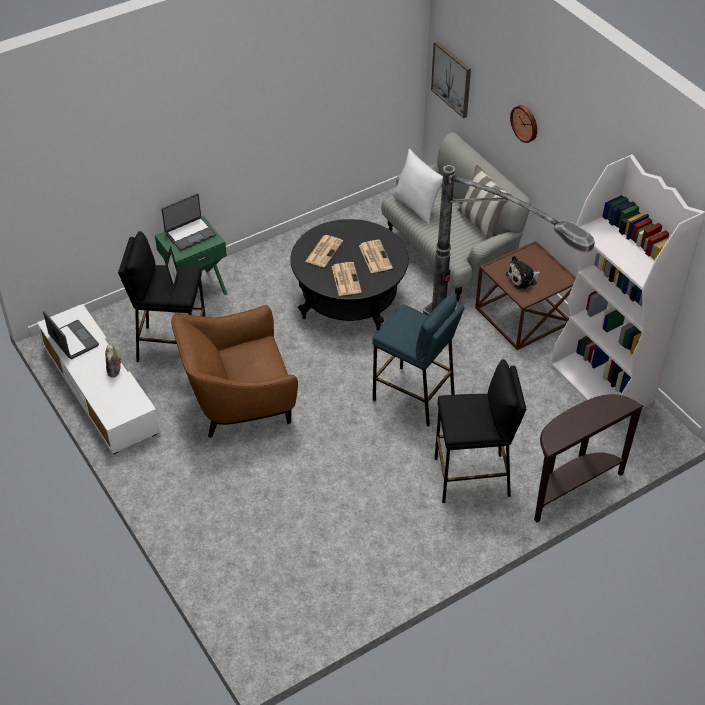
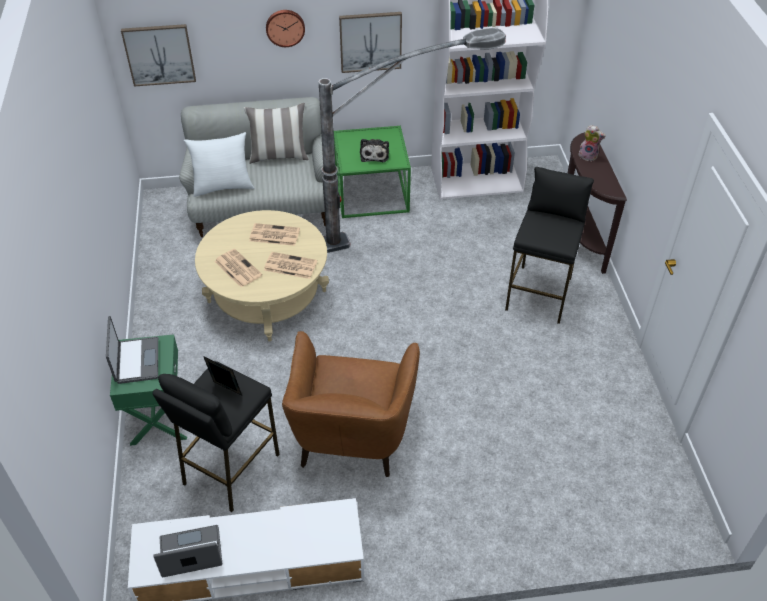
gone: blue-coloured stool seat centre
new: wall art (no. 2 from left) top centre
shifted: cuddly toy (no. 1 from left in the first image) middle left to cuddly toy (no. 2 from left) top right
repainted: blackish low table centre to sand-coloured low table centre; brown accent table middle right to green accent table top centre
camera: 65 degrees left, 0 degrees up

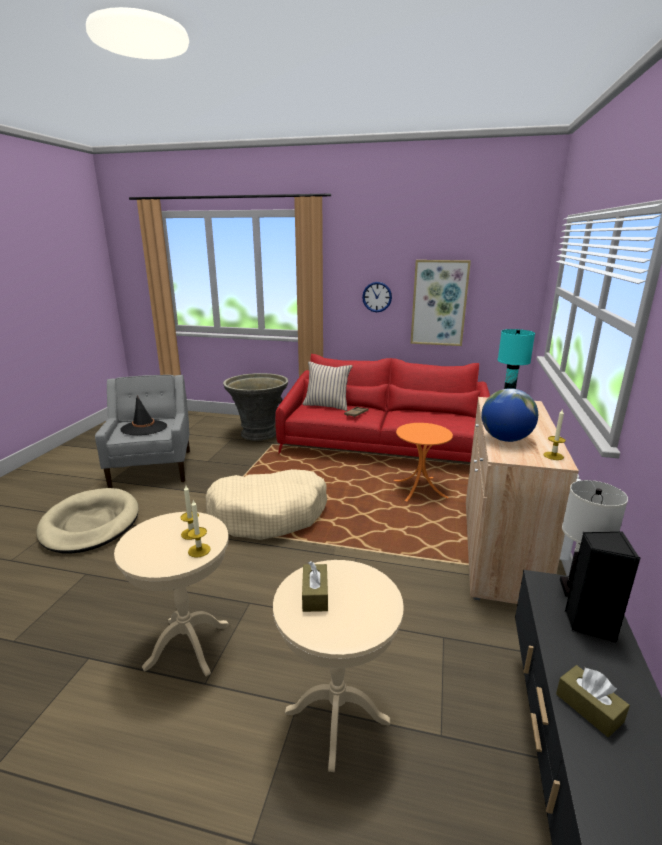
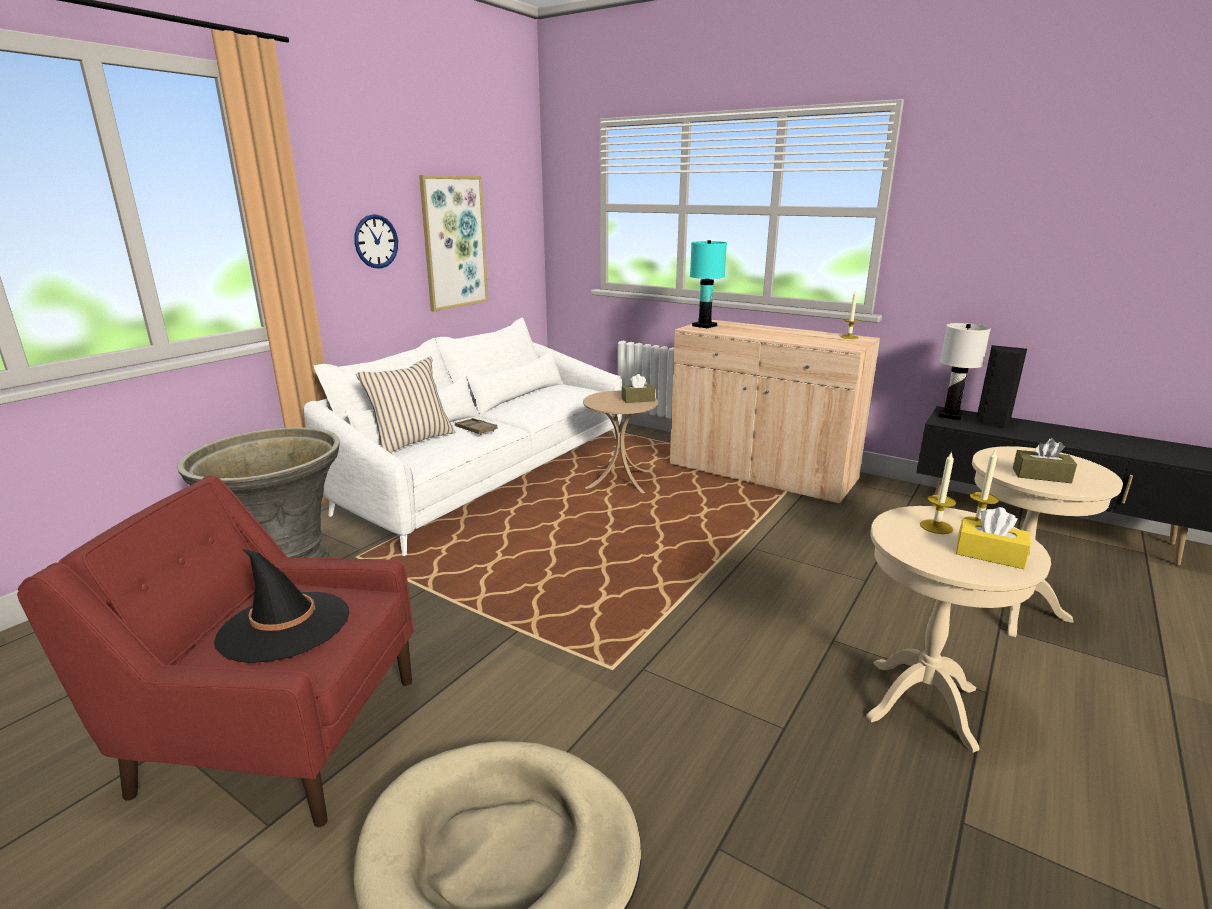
gone: sand-coloured pet bed (no. 2 from left) centre; desk globe middle right
new: yellow-coloured tissue holder middle right
shifted: brown tissue holder (no. 2 from left in the first image) bottom right to brown tissue holder (no. 1 from left) centre
repainted: greyish lounge chair middle left to reddish lounge chair bottom left; reddish settee centre to white settee centre; orange-coloured accent table centre to sand-coloured accent table (no. 1 from left) centre
camera: 70 degrees left, 0 degrees up

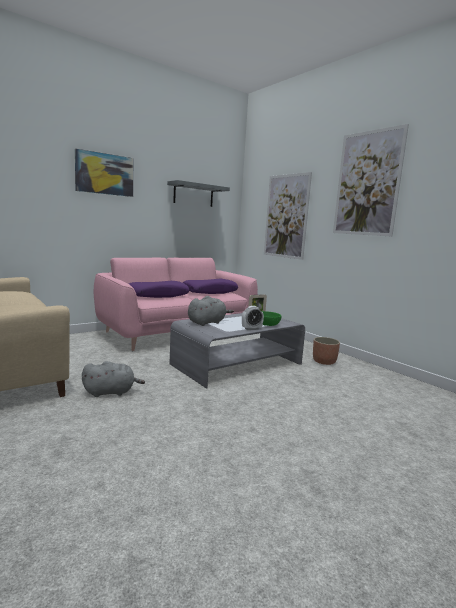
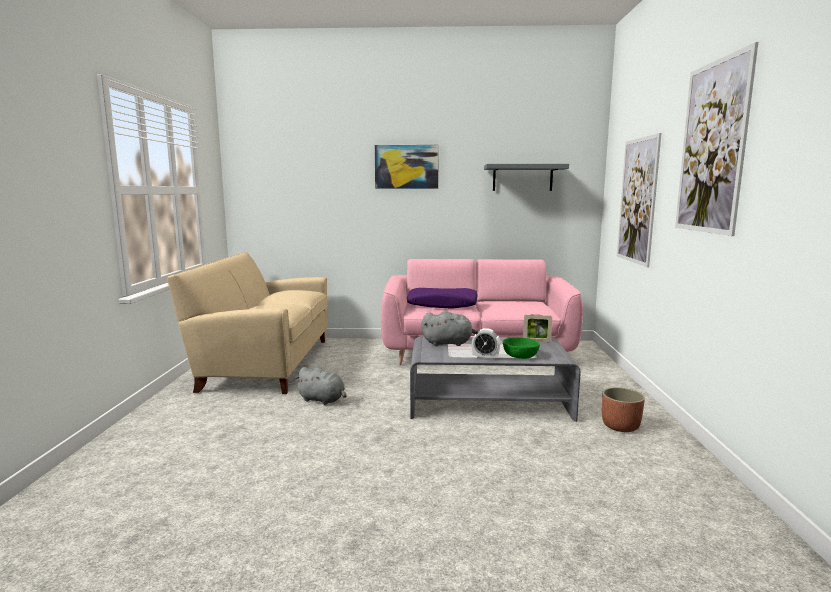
gone: purplish pillow (no. 2 from left) centre
camera: 40 degrees right, 0 degrees up

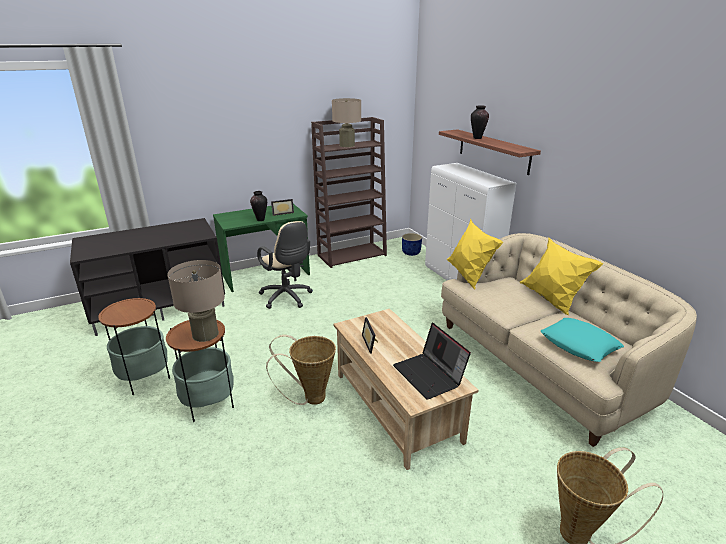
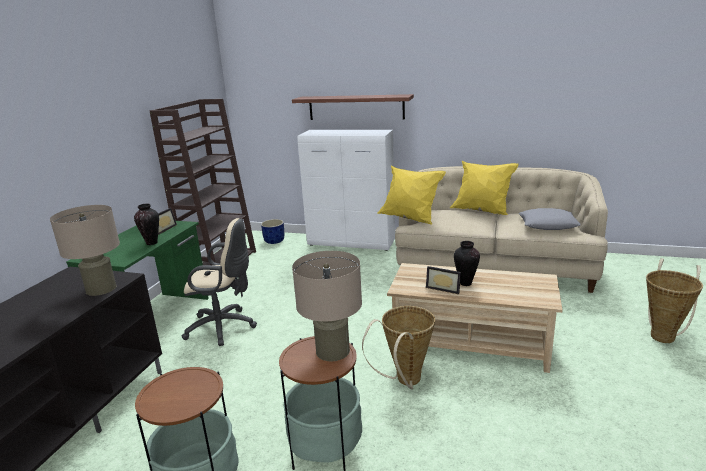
gone: laptop centre
shifted: sand-coloured table lamp (no. 2 from left in the first image) top centre to sand-coloured table lamp (no. 1 from left) middle left; flower vase (no. 2 from left) top centre to centre
repainted: turquoise pillow middle right to greyish pillow middle right
camera: 45 degrees left, 5 degrees down

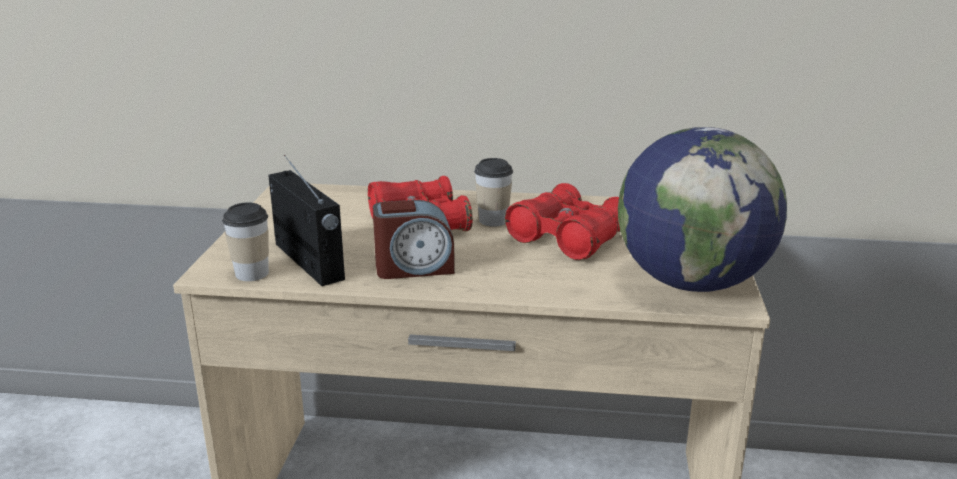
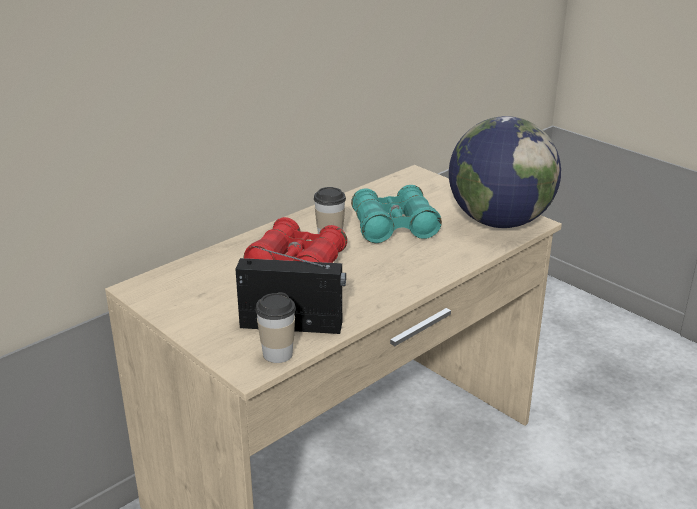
gone: table clock centre
repainted: reddish binoculars (no. 2 from left) centre to turquoise binoculars centre
camera: 50 degrees left, 5 degrees up

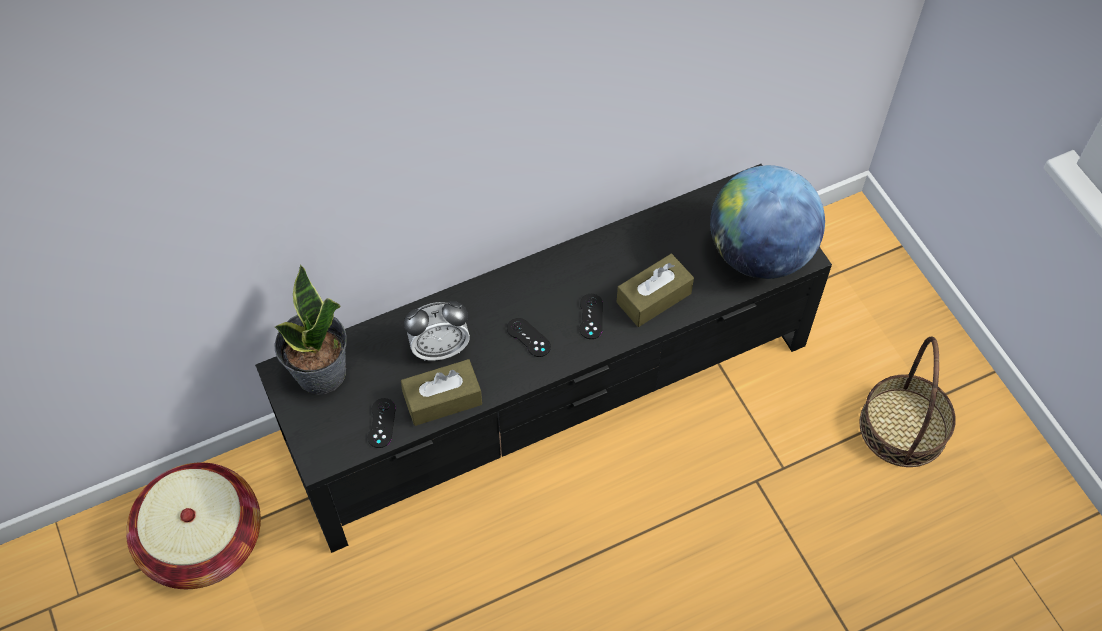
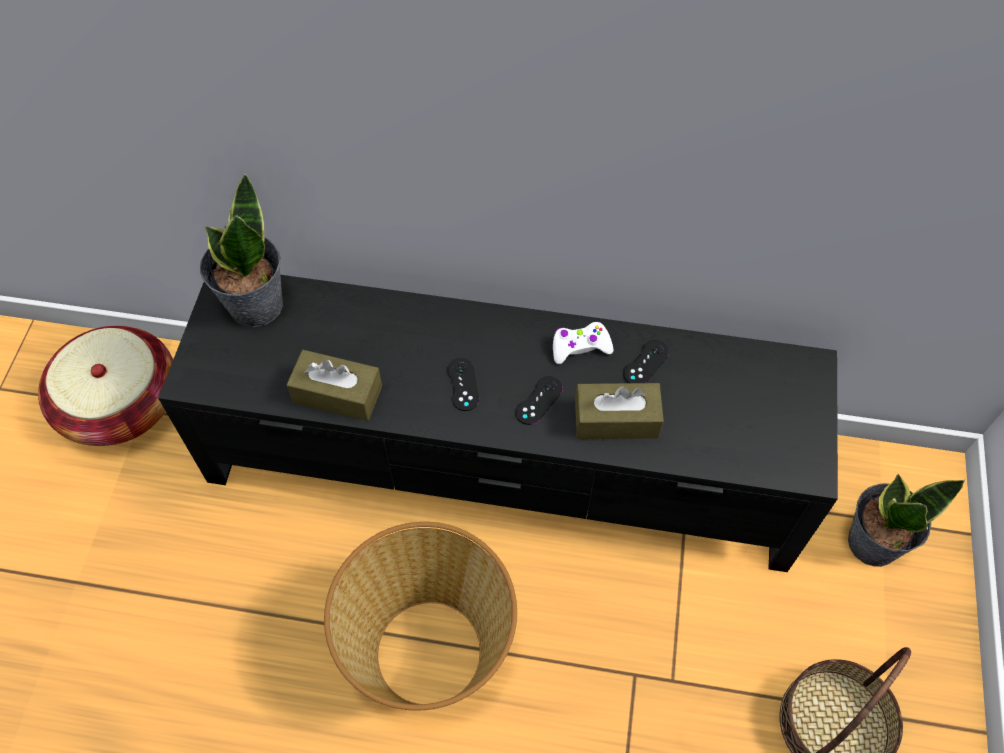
gone: table clock centre; desk globe middle right
new: basket (no. 2 from left) bottom centre; white joypad centre; houseplant (no. 2 from left) bottom right
shifted: blackish joypad (no. 1 from left in the first image) bottom centre to blackish joypad (no. 3 from left) centre
camera: 35 degrees right, 0 degrees up

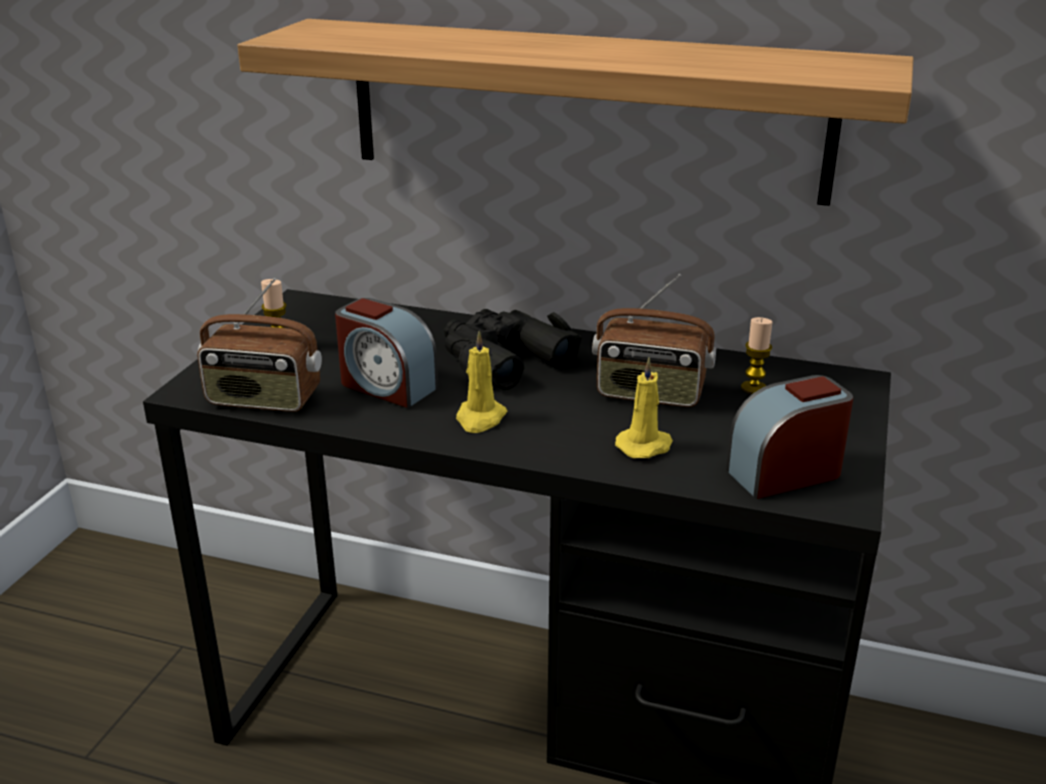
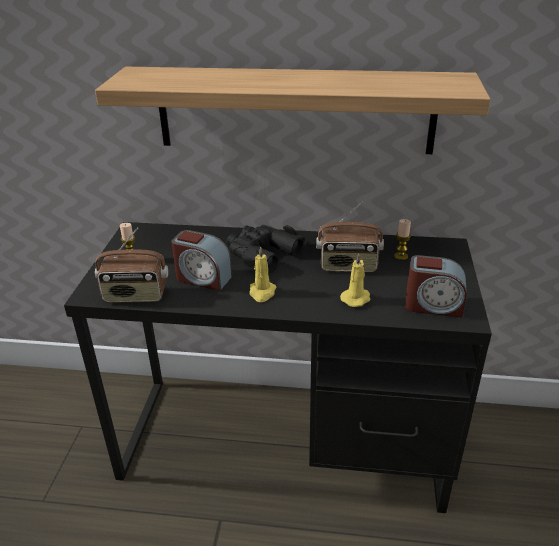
rotated: table clock (no. 2 from left) middle right = middle right 135 degrees counterclockwise
camera: 10 degrees left, 5 degrees up

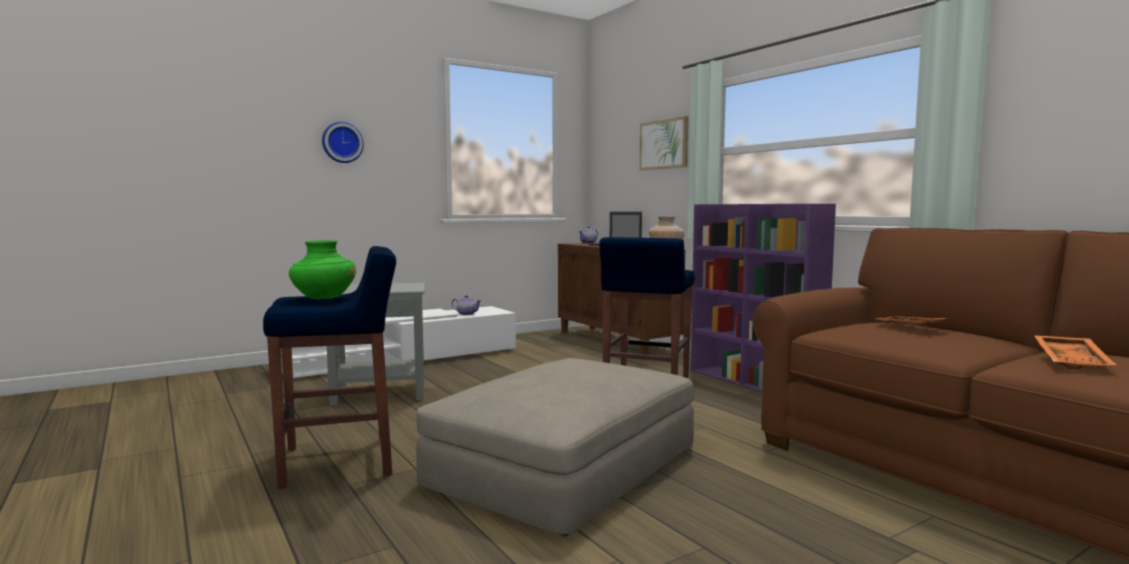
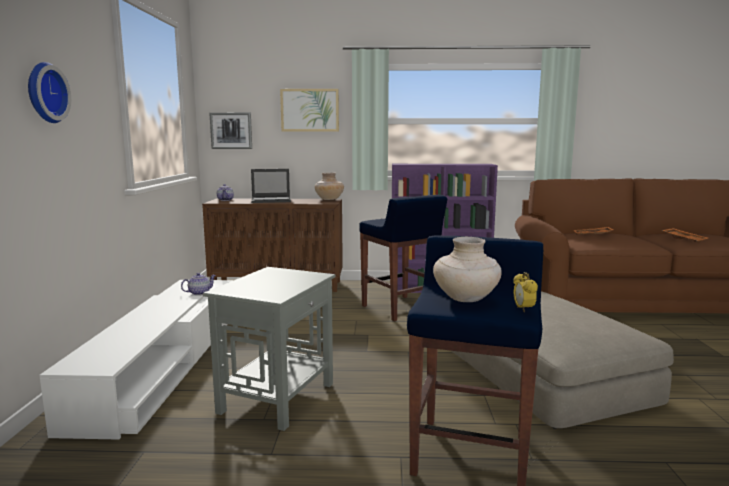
new: wall art (no. 1 from left) top left; table clock middle right
repainted: green flower vase middle left to sand-coloured flower vase (no. 2 from left) centre
camera: 55 degrees left, 5 degrees up

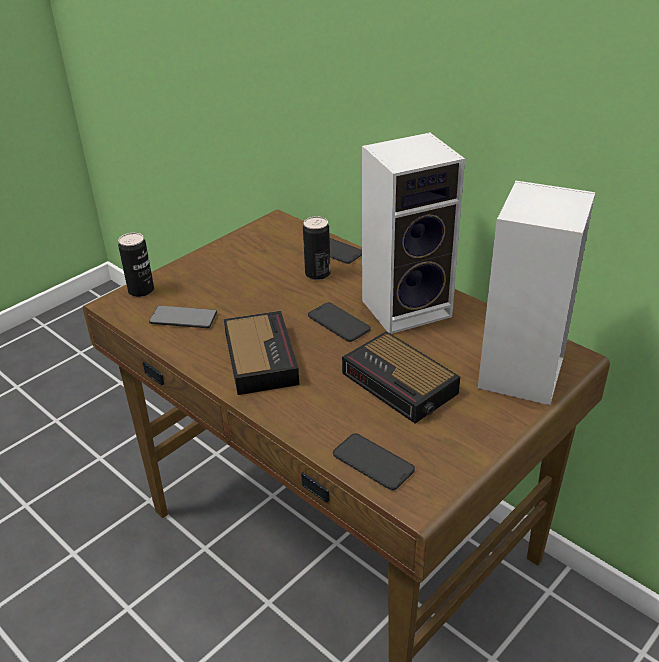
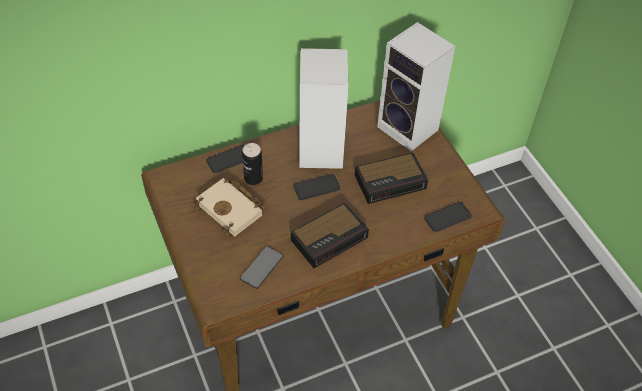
gone: metal can (no. 1 from left) middle left
new: sand-coloured volume centre
rotated: table clock (no. 1 from left) centre = centre 135 degrees clockwise
camera: 70 degrees left, 15 degrees up

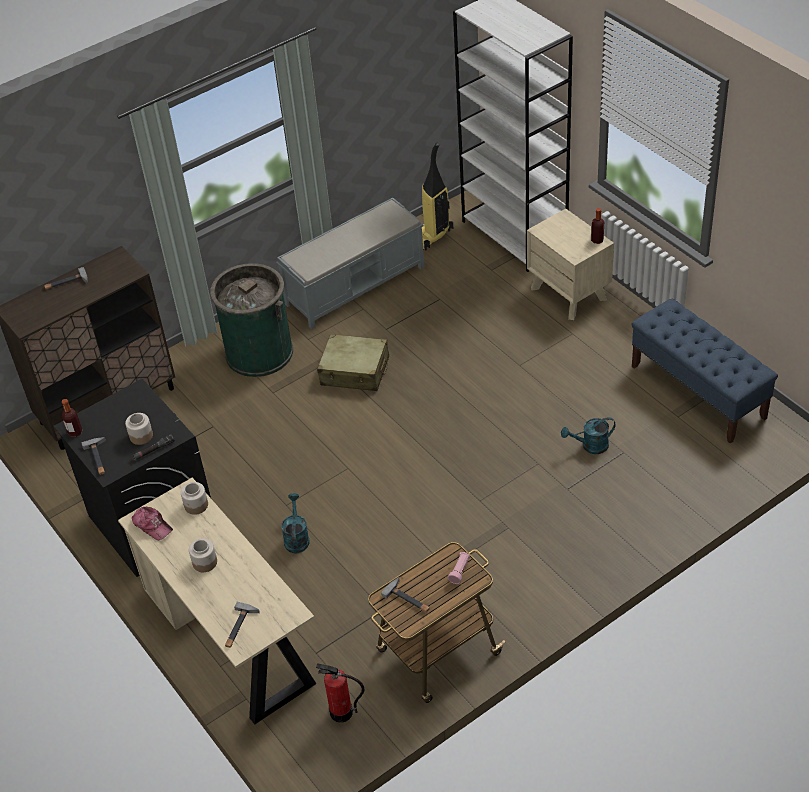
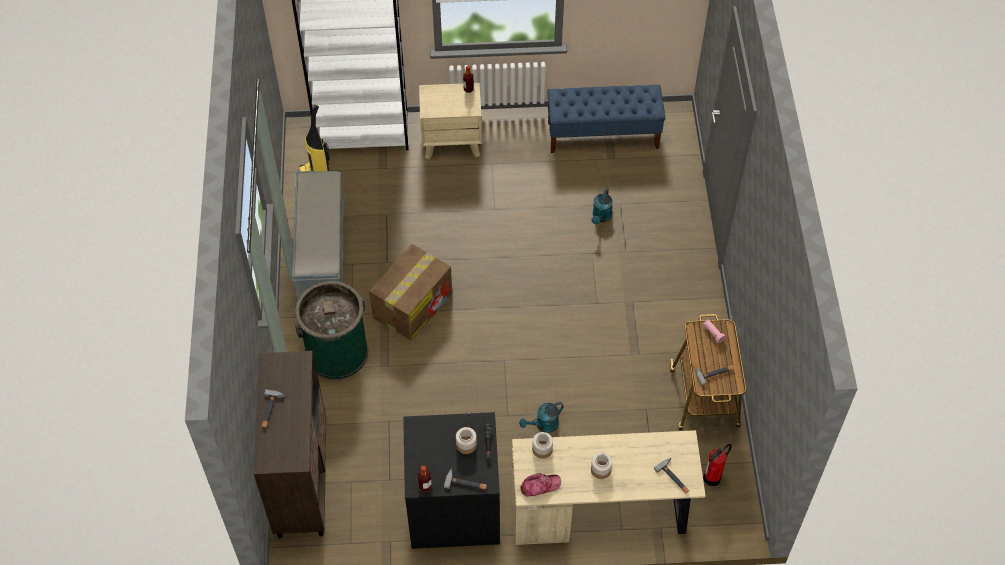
swapped: sand-coloured piece of luggage centre to packing box centre
rotated: turquoise watering pot (no. 1 from left) centre = bottom centre 60 degrees counterclockwise
camera: 60 degrees left, 10 degrees up

